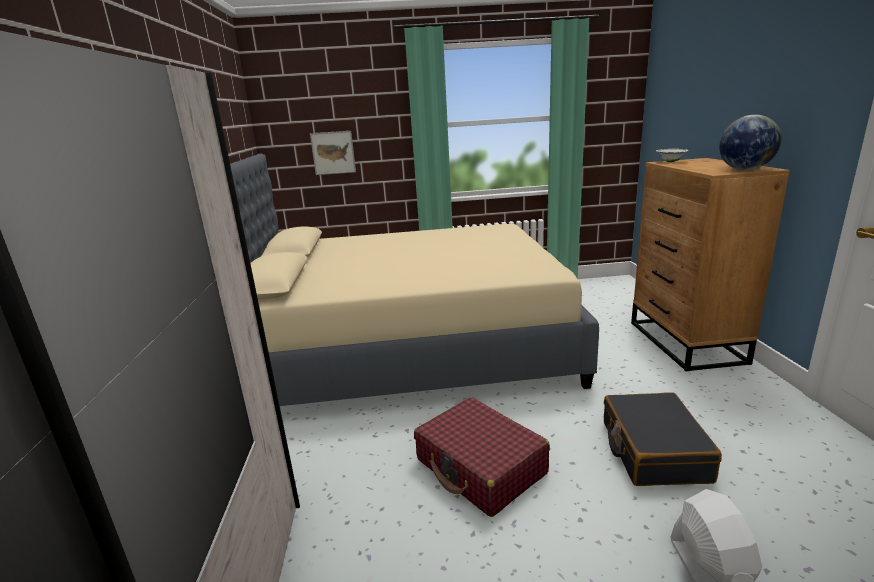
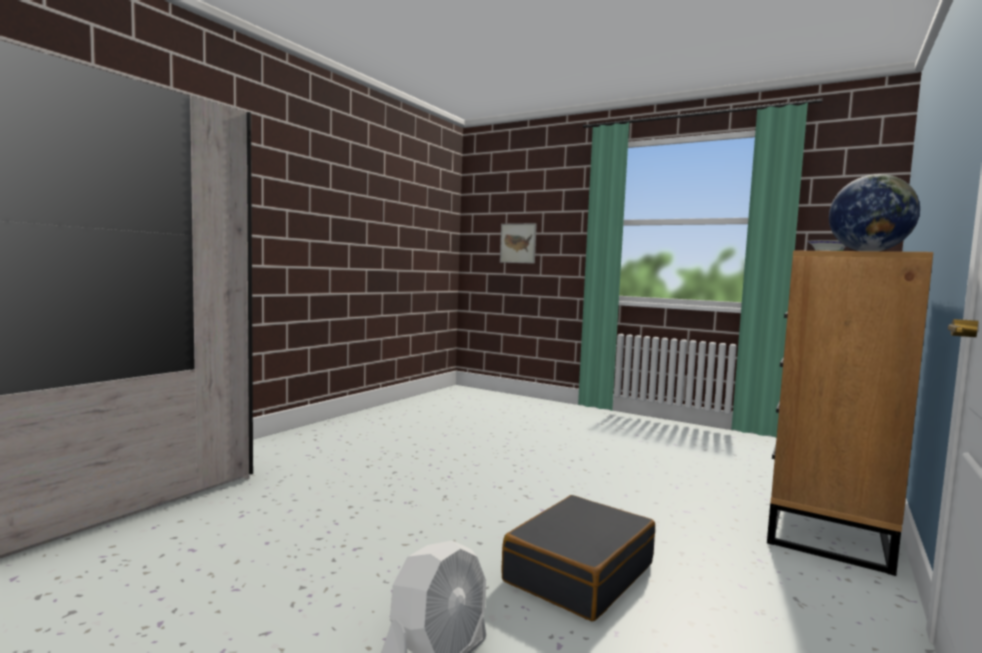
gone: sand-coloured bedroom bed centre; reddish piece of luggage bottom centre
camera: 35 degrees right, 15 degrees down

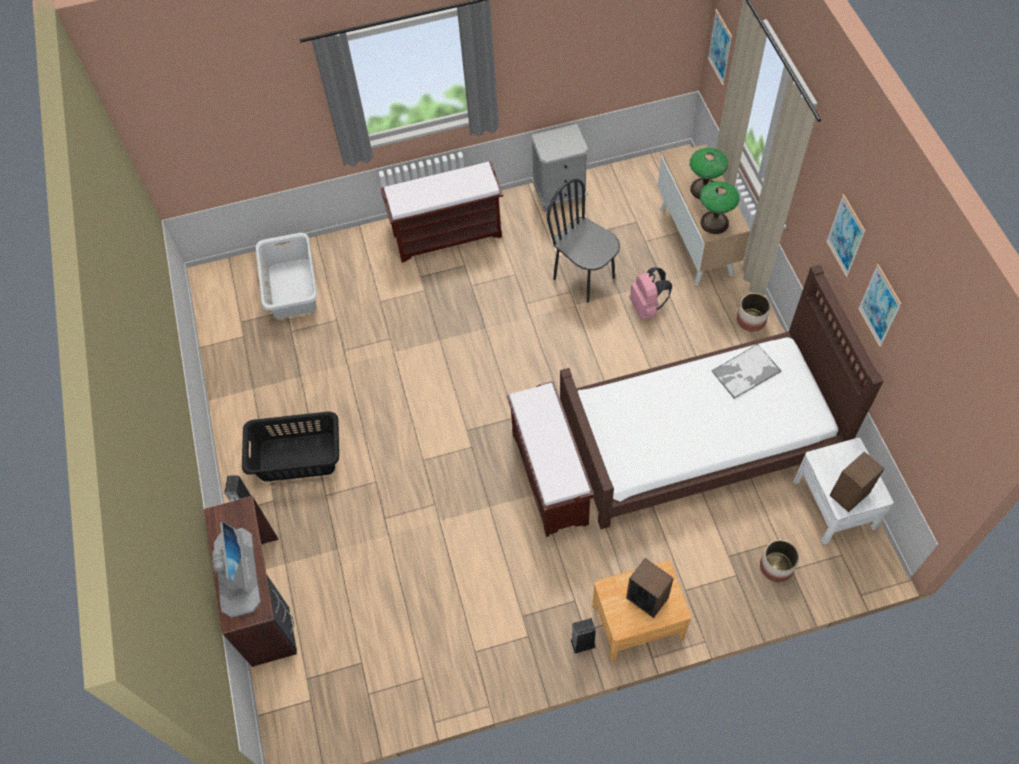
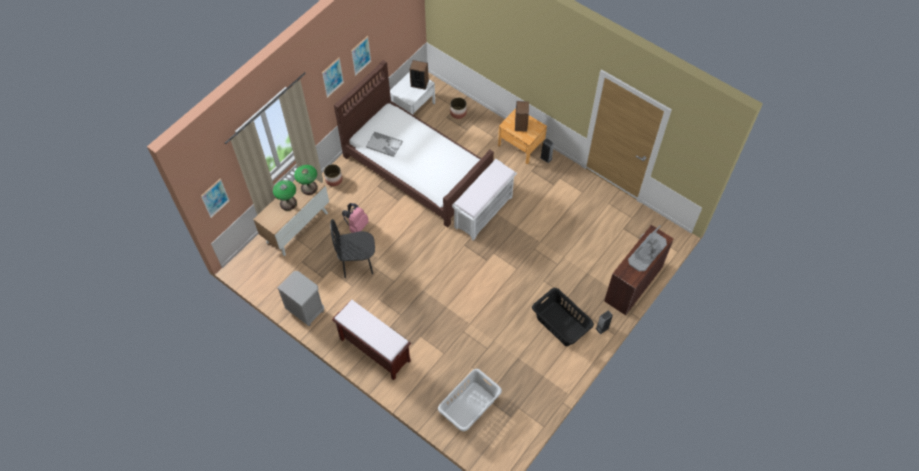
repainted: brown bench (no. 2 from left) centre to white bench centre
rotated: blackish chair top centre = centre 75 degrees clockwise
camera: 130 degrees left, 0 degrees up

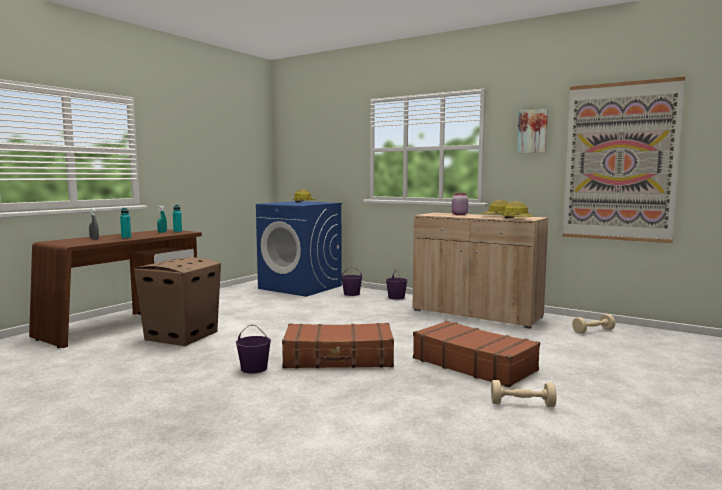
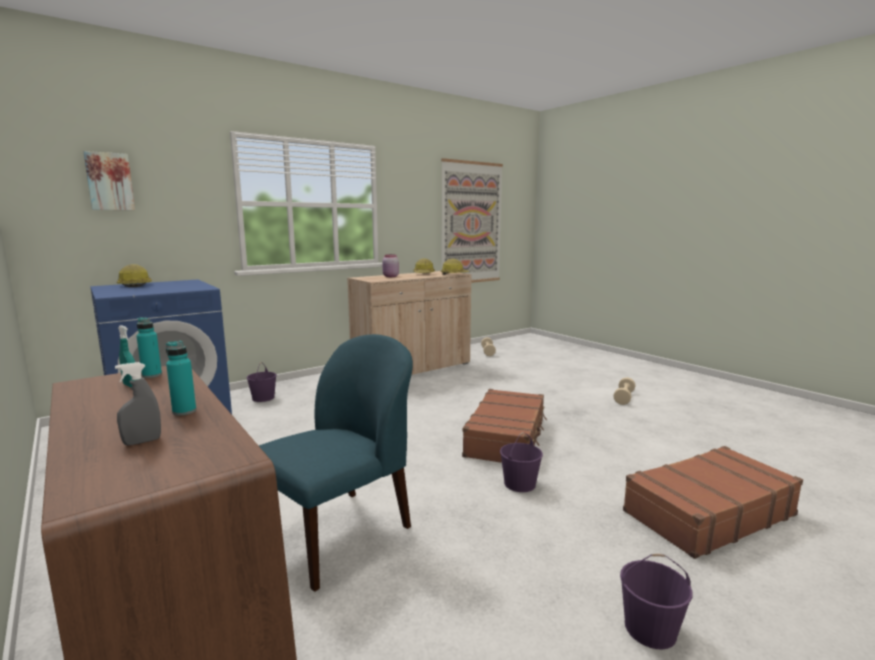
shifted: purplish water bucket (no. 3 from left) centre to bottom right; brown piece of luggage (no. 2 from left) bottom centre to bottom right; wall art (no. 1 from left) top right to top left
swapped: packing box middle left to blue-coloured chair bottom centre
camera: 70 degrees left, 5 degrees up

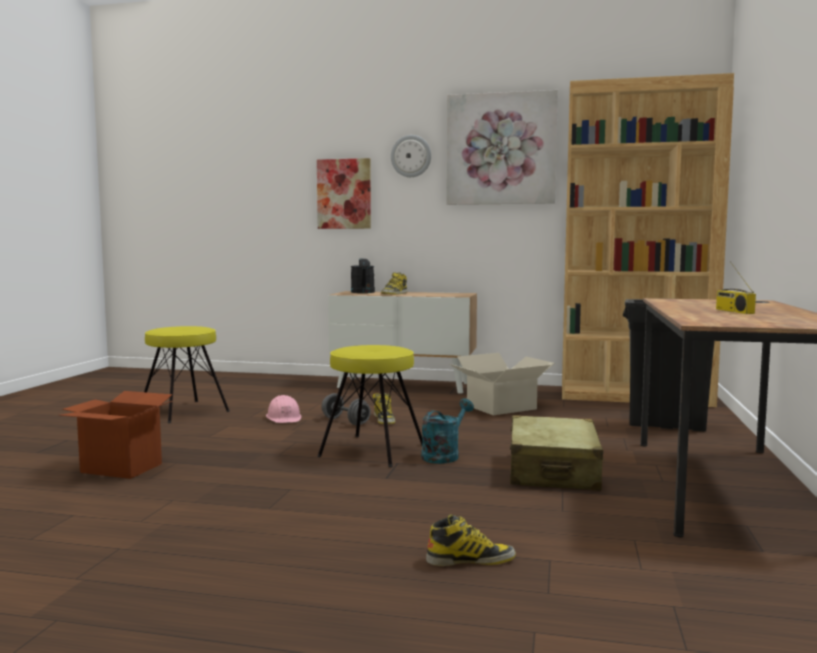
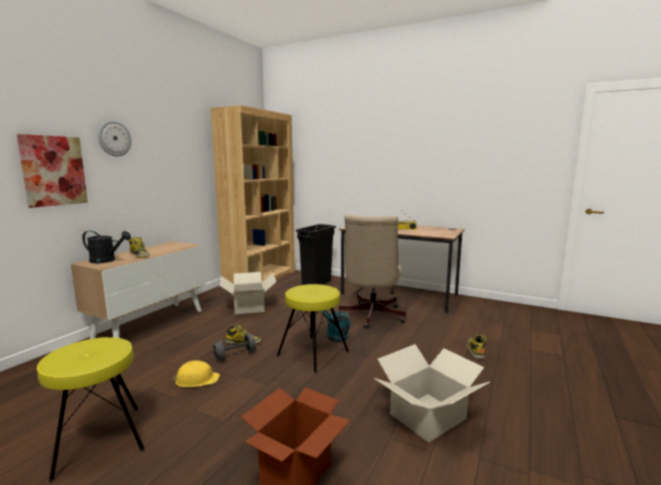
gone: wall art (no. 2 from left) top centre
new: packing box (no. 3 from left) bottom centre
swapped: sand-coloured piece of luggage bottom right to sand-coloured computer chair centre
repainted: pinkish work helmet centre to yellow-coloured work helmet bottom left
camera: 75 degrees left, 5 degrees up

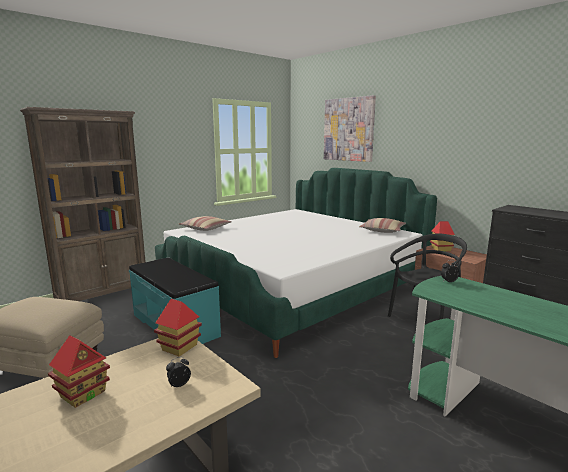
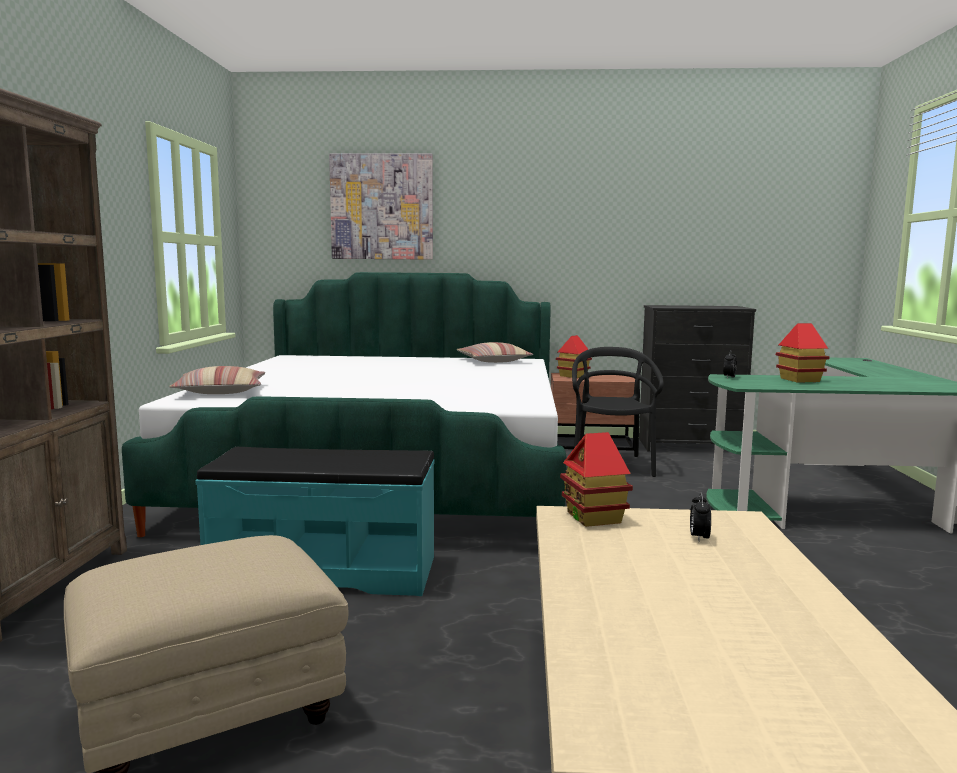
shifted: model house (no. 1 from left in the first image) bottom left to model house (no. 3 from left) middle right
camera: 45 degrees left, 5 degrees down

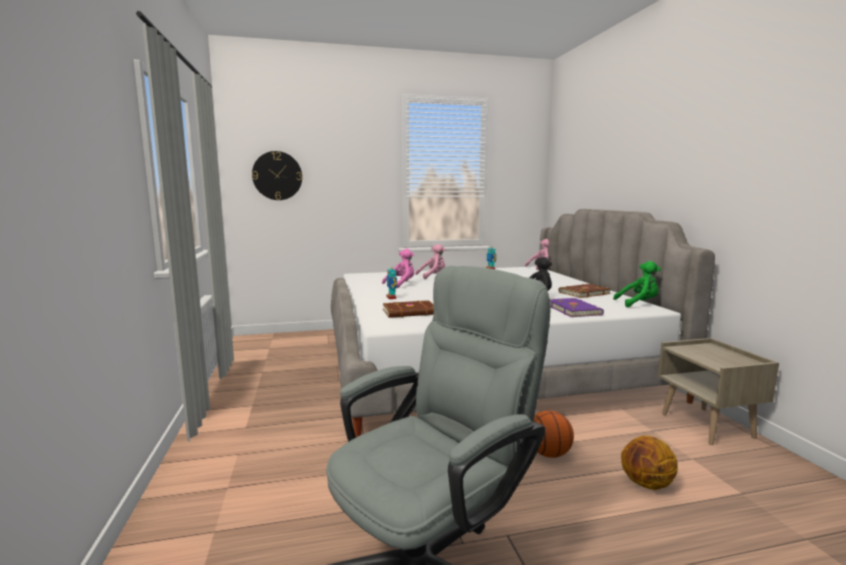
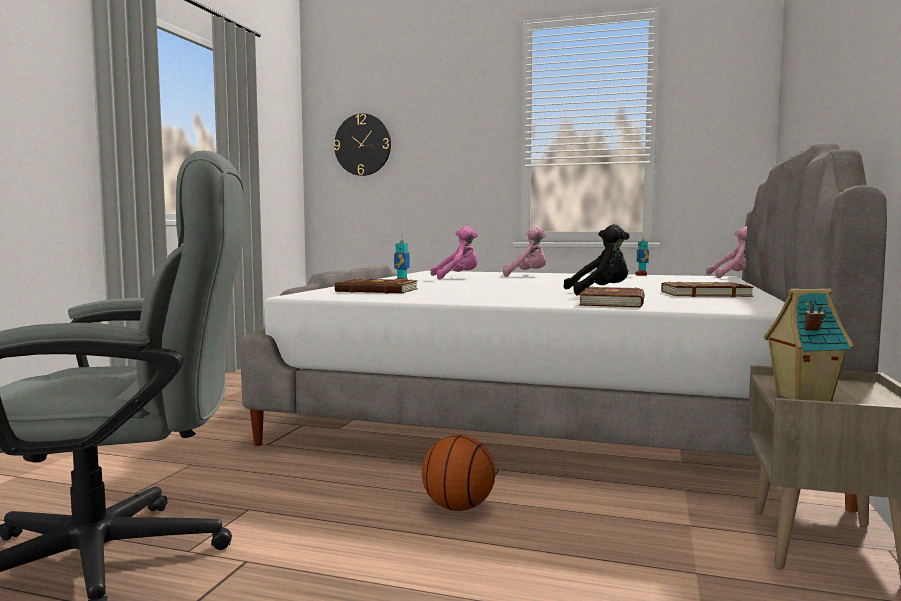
gone: green cuddly toy middle right; basketball (no. 2 from left) bottom right
new: model house middle right
repainted: purplish volume middle right to brown volume (no. 2 from left) middle right
camera: 30 degrees right, 5 degrees down

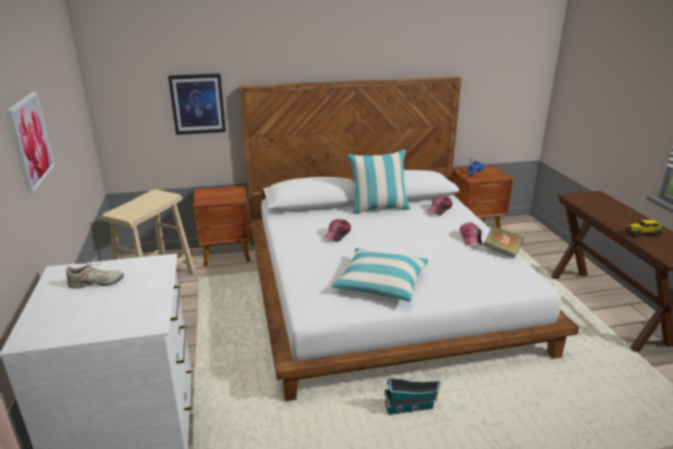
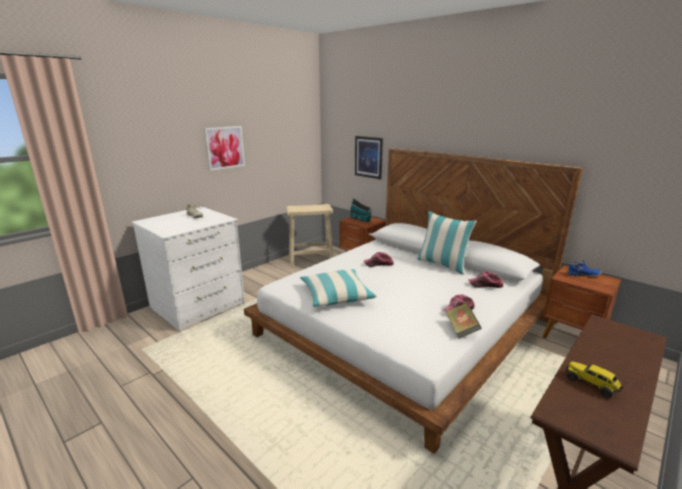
shifted: model house bottom centre to centre
camera: 55 degrees right, 5 degrees down

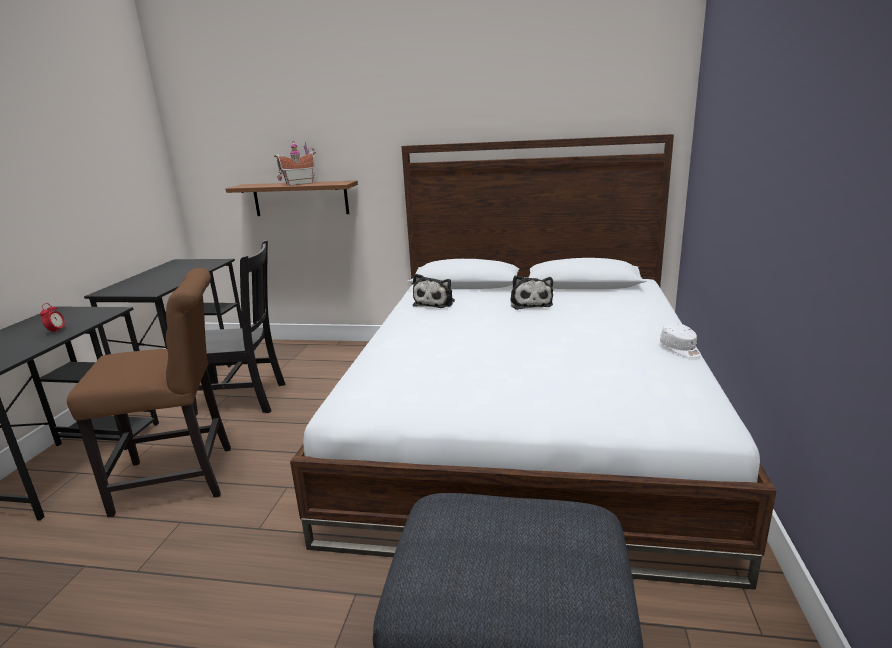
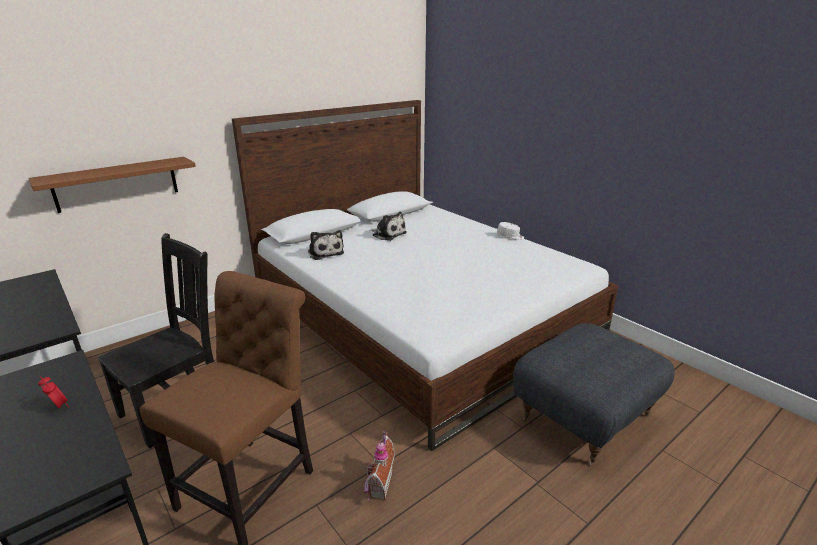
shifted: model house top left to bottom centre
camera: 50 degrees left, 5 degrees up

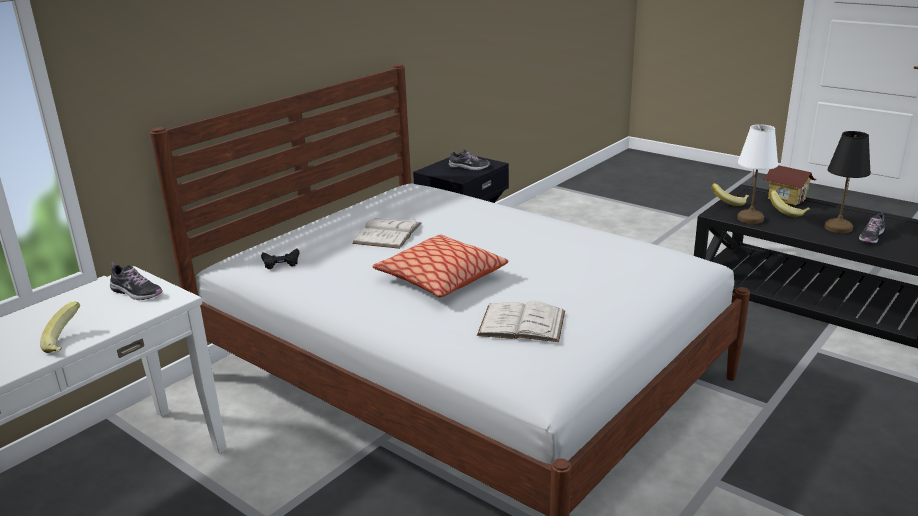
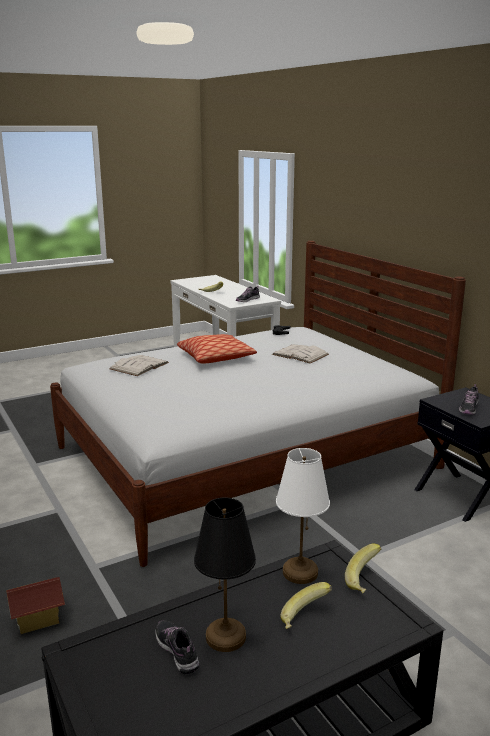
shifted: model house middle right to bottom left
camera: 110 degrees right, 5 degrees down

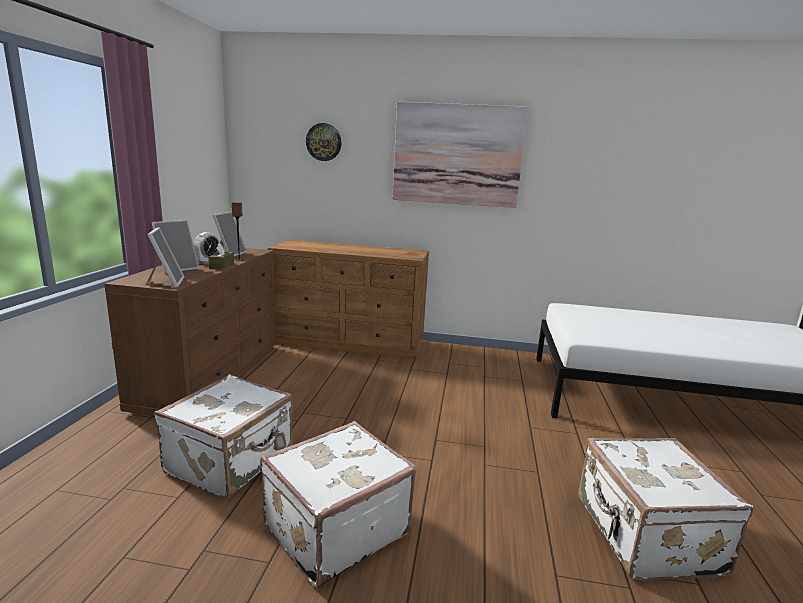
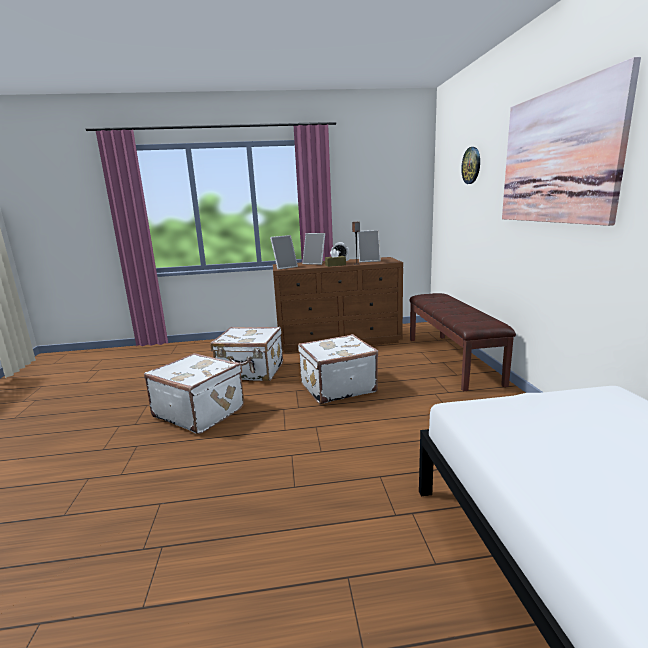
shifted: white piece of luggage (no. 3 from left) bottom right to centre
swapped: brown dresser (no. 2 from left) centre to brown bench middle right
camera: 75 degrees right, 0 degrees up

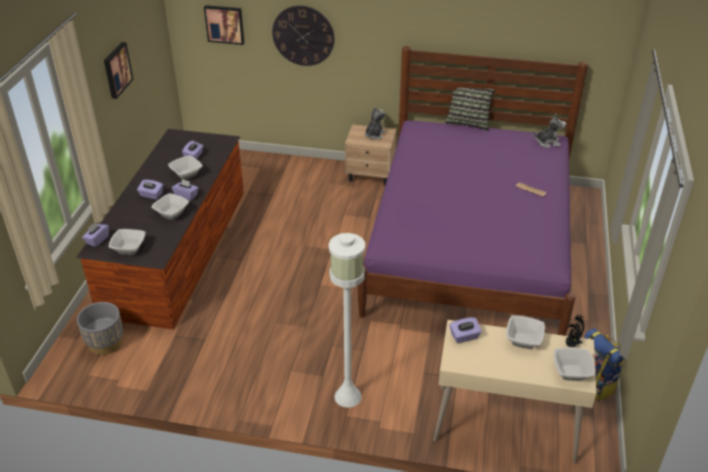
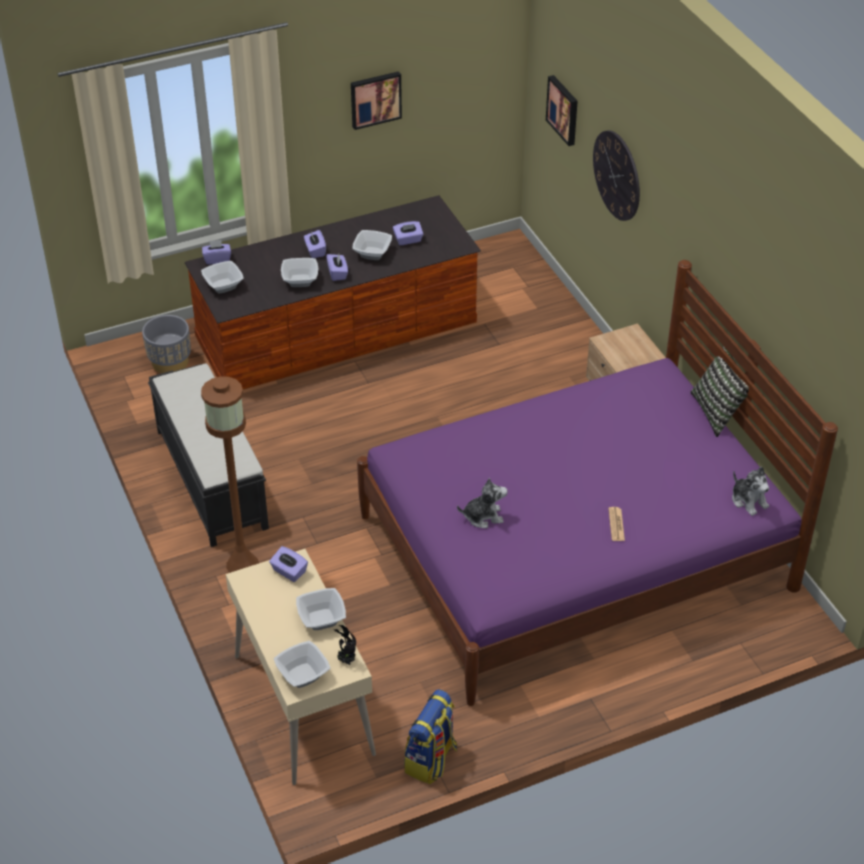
new: blackish bench middle left
shifted: cuddly toy (no. 1 from left) top centre to centre
repainted: white standard lamp bottom centre to brown standard lamp middle left
camera: 55 degrees right, 5 degrees up

